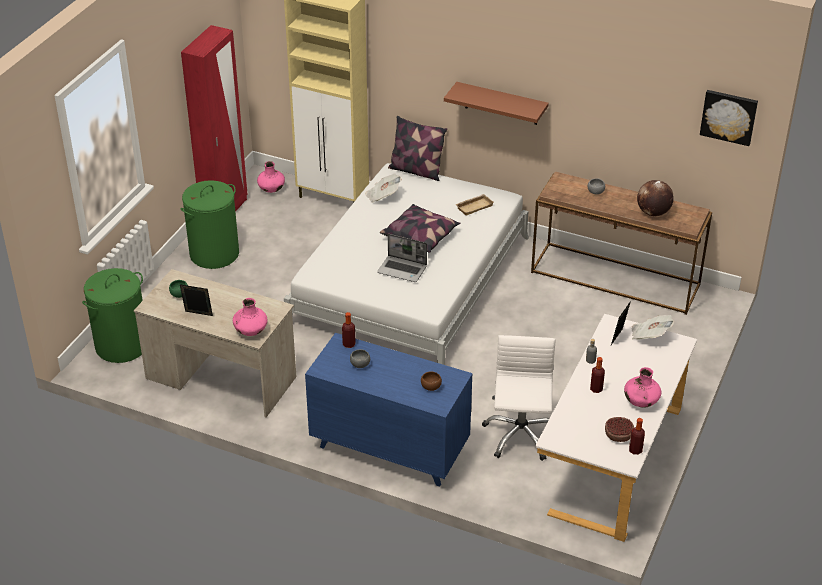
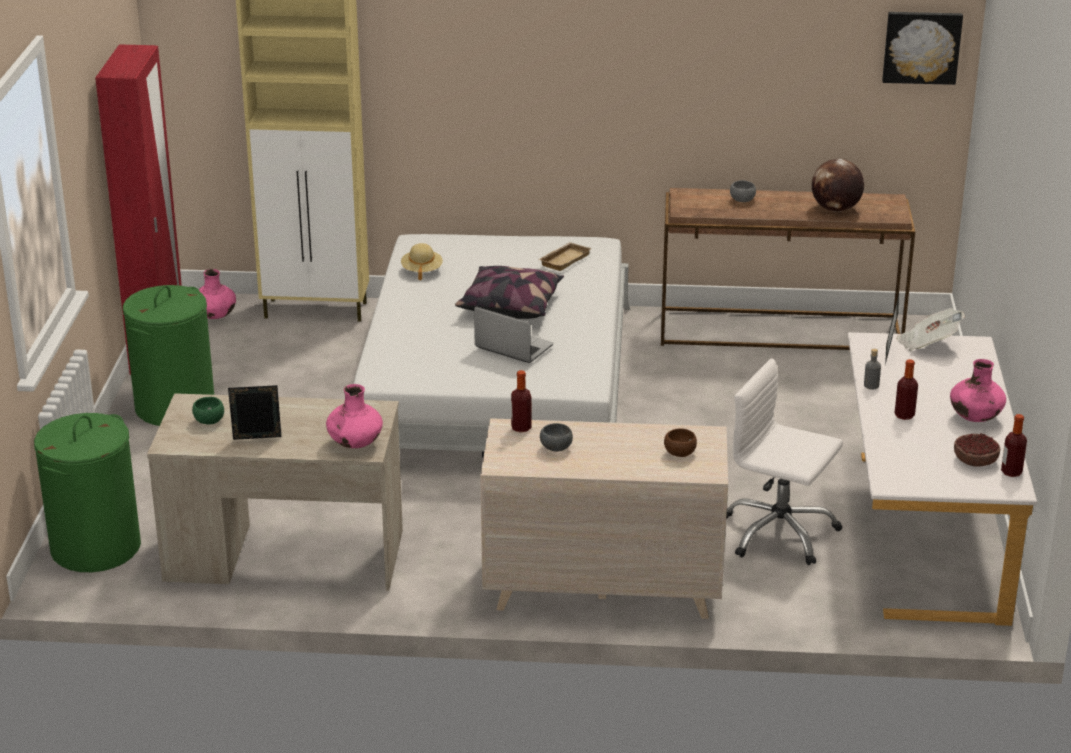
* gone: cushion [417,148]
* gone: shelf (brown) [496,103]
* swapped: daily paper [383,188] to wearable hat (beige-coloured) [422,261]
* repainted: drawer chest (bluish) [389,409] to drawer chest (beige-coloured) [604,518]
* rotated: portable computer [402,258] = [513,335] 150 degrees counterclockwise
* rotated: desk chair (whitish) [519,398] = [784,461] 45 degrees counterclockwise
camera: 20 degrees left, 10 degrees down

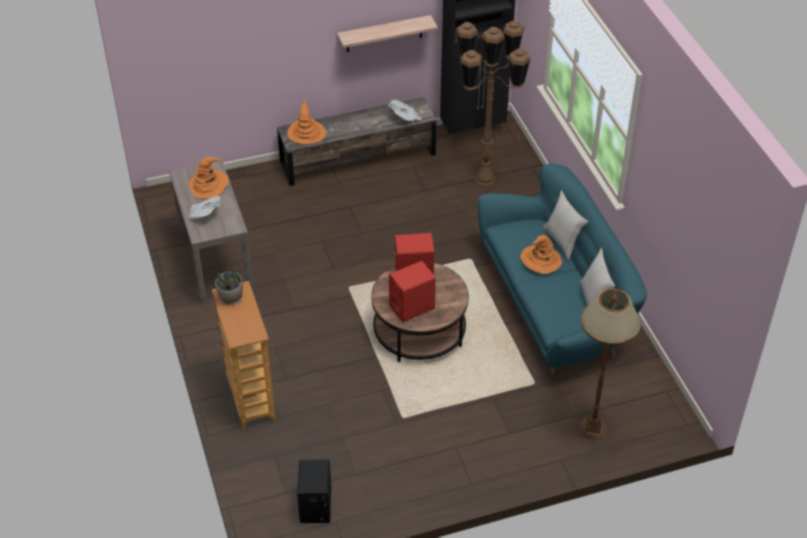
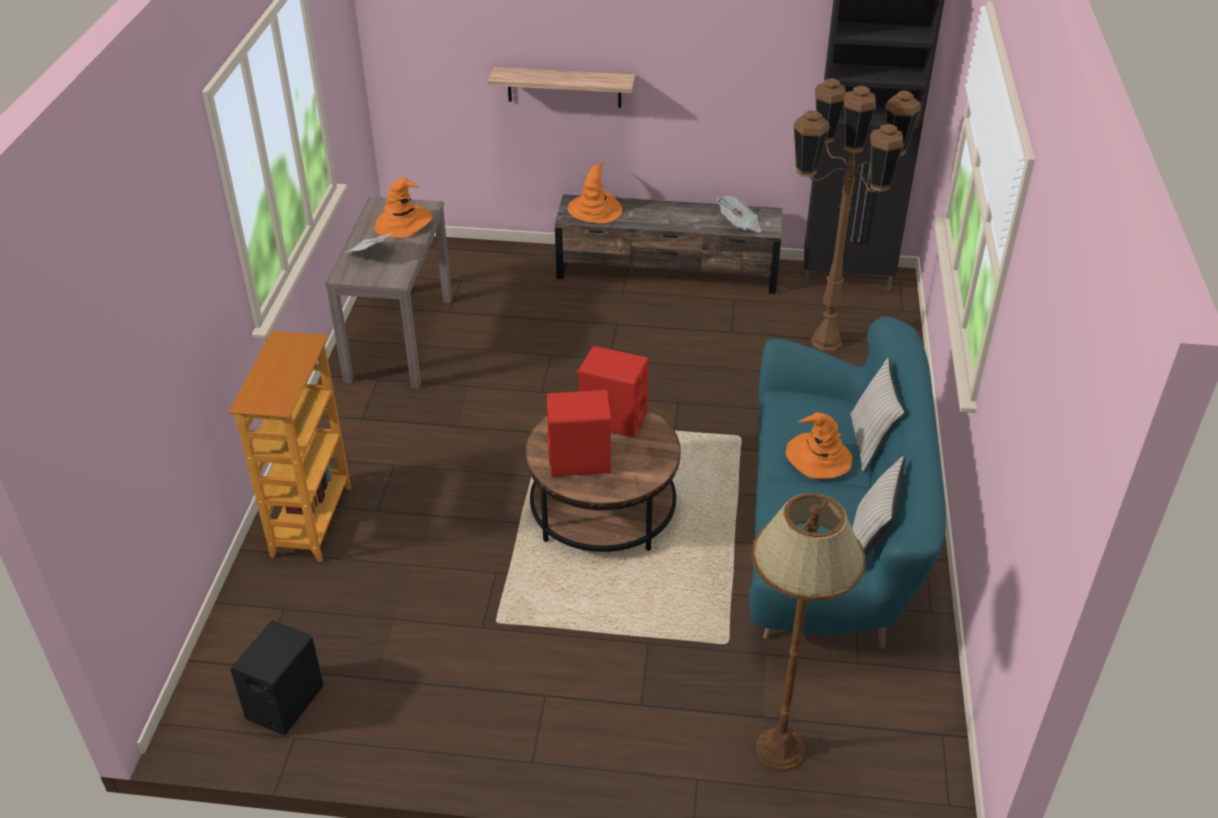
* gone: plant in a pot [229,286]
* shifted: shelf [387,33] to [561,87]
camera: 25 degrees right, 5 degrees down

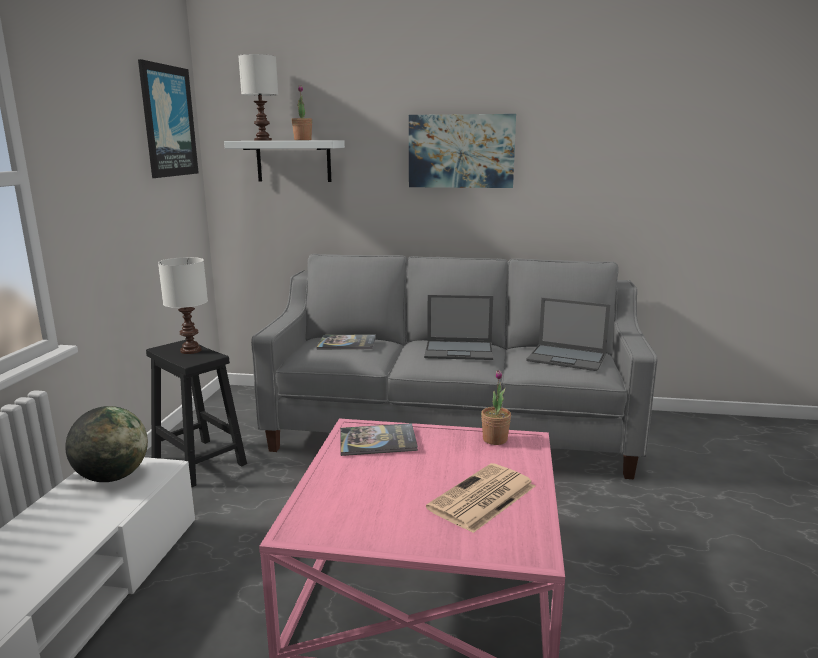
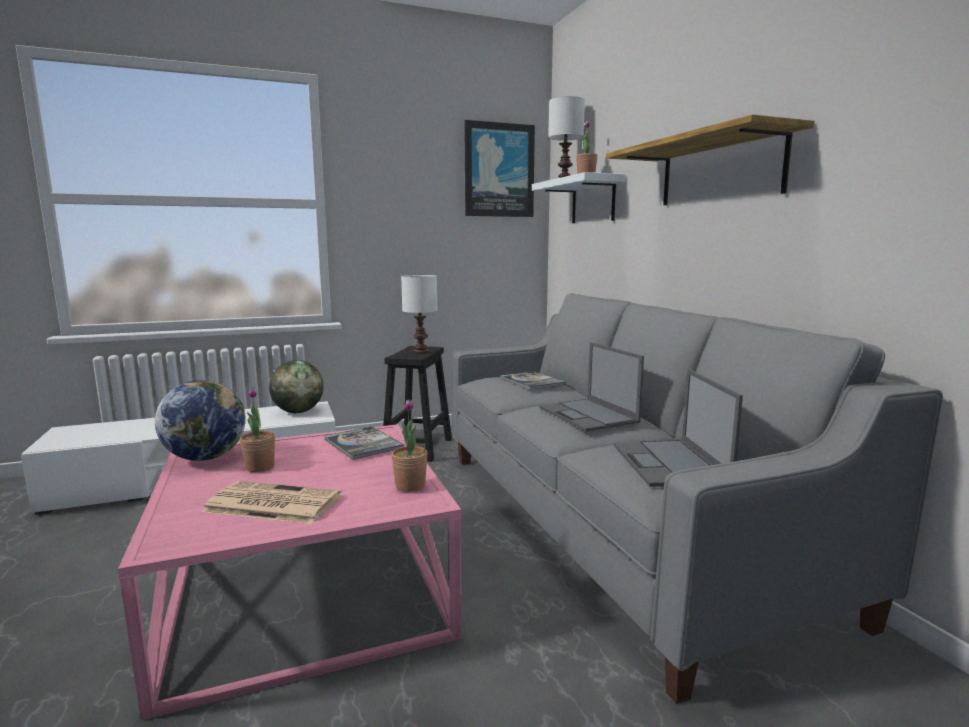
* new: world globe [200,420]
* new: plant in a pot [257,430]
* swapped: wall picture [462,151] to shelf [710,159]
camera: 60 degrees right, 5 degrees down

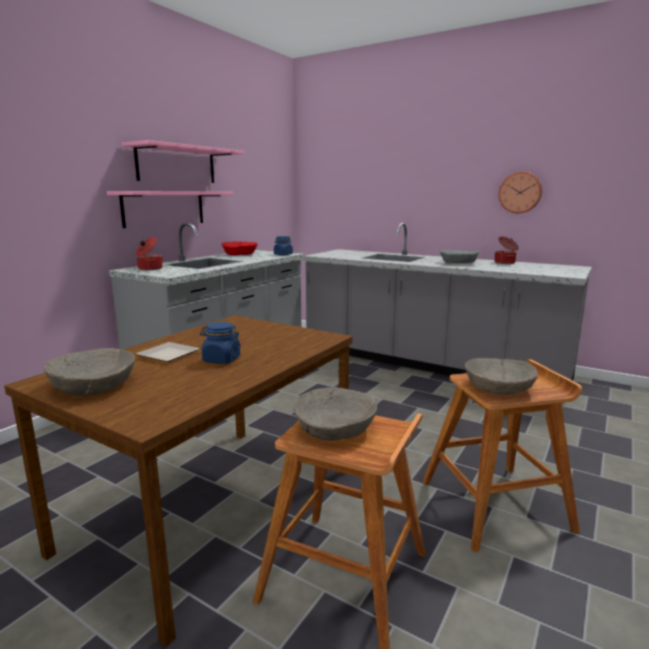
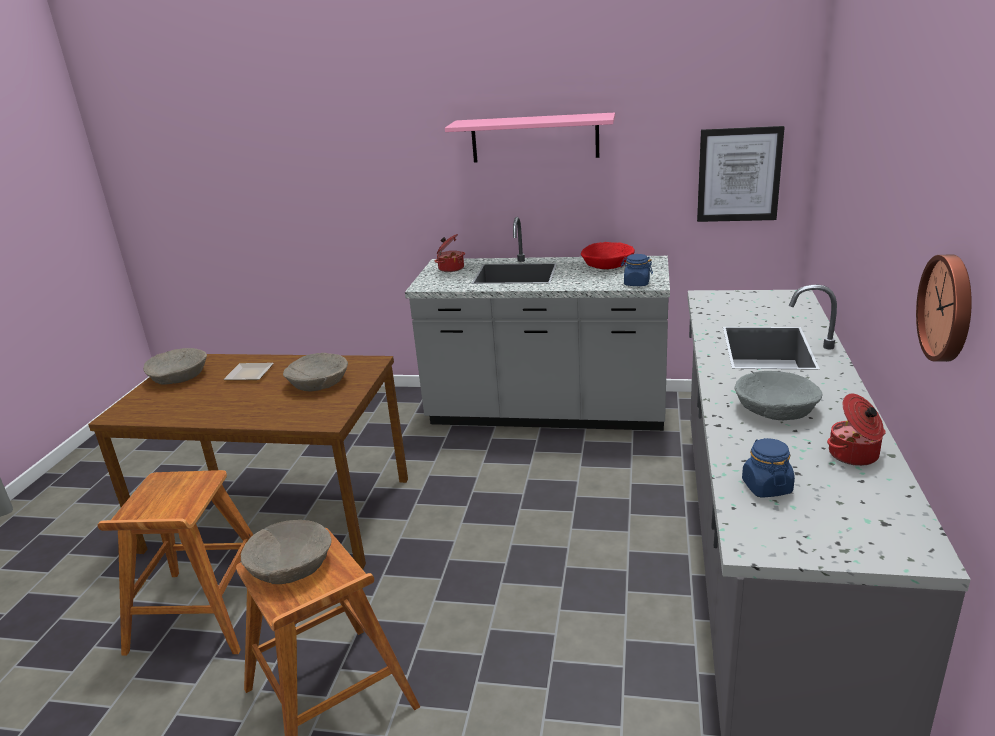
* gone: shelf (pinkish) [170,209]
* new: wall picture [741,174]
* shifted: jar (bluish) [220,343] to [768,468]
* shifted: serving bowl (beige-coloured) [335,414] to [315,372]
camera: 70 degrees right, 10 degrees up

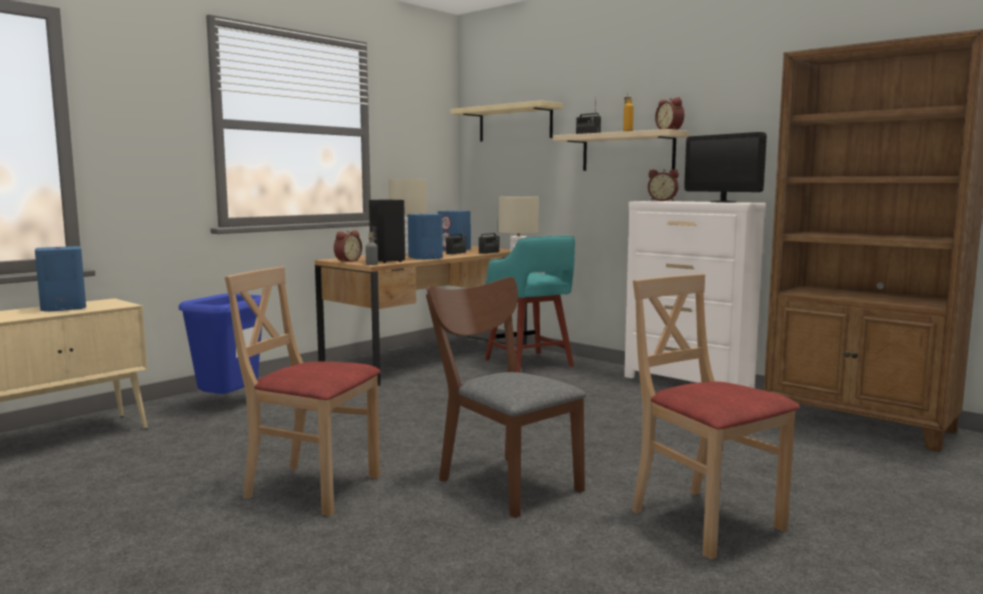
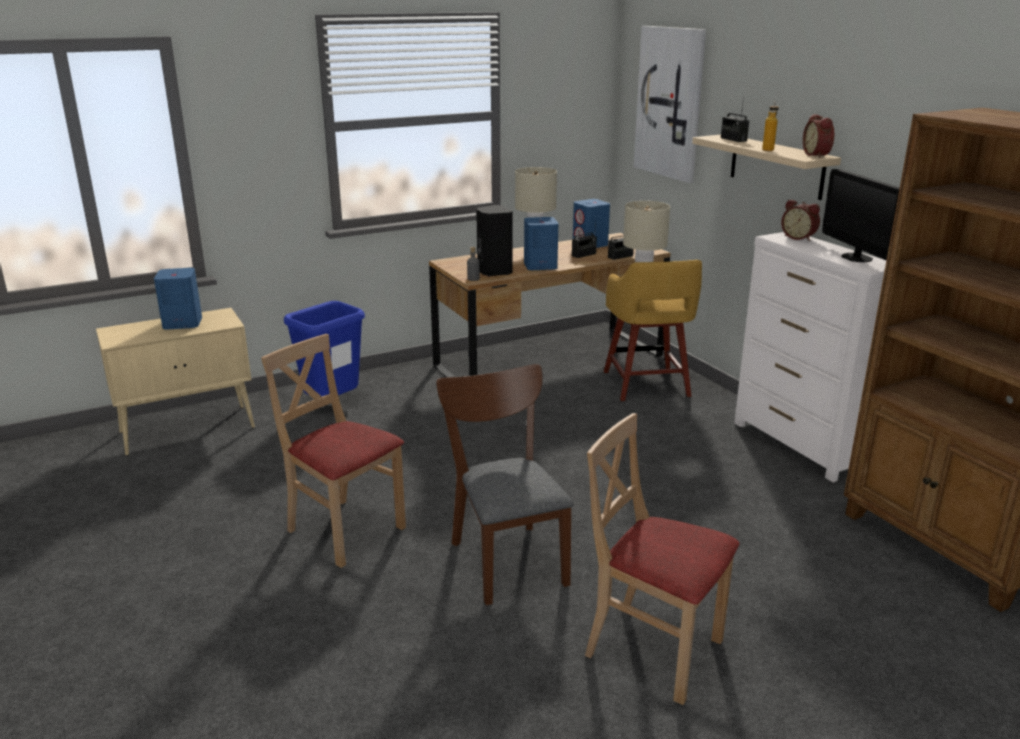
* gone: table clock [348,246]
* swapped: shelf (beige-coloured) [506,121] to wall picture [670,104]
* repainted: stool (turquoise) [530,304] to stool (yellow) [653,330]
* rotated: chair (beige-coloured) [716,416] = [662,559] 45 degrees counterclockwise
camera: 20 degrees right, 15 degrees up

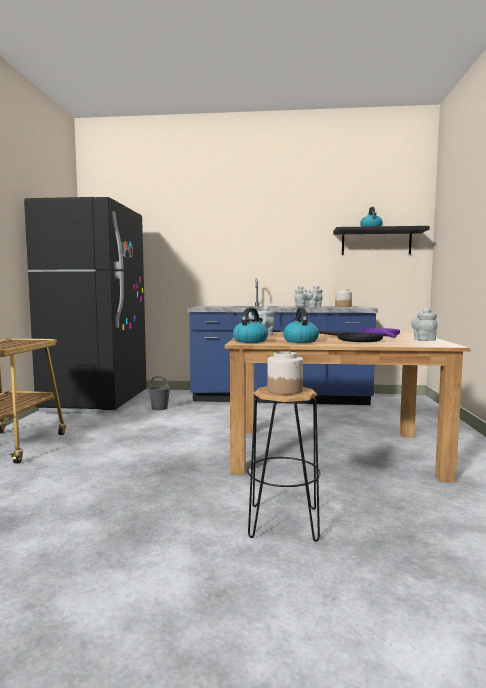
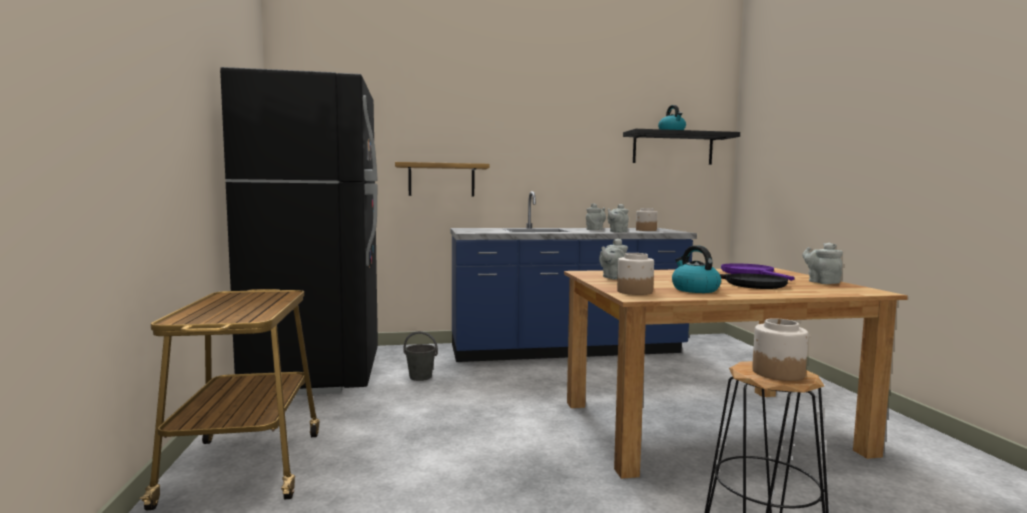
* new: shelf [442,179]
* swapped: tea kettle [250,325] to jar [635,274]
camera: 15 degrees left, 0 degrees up

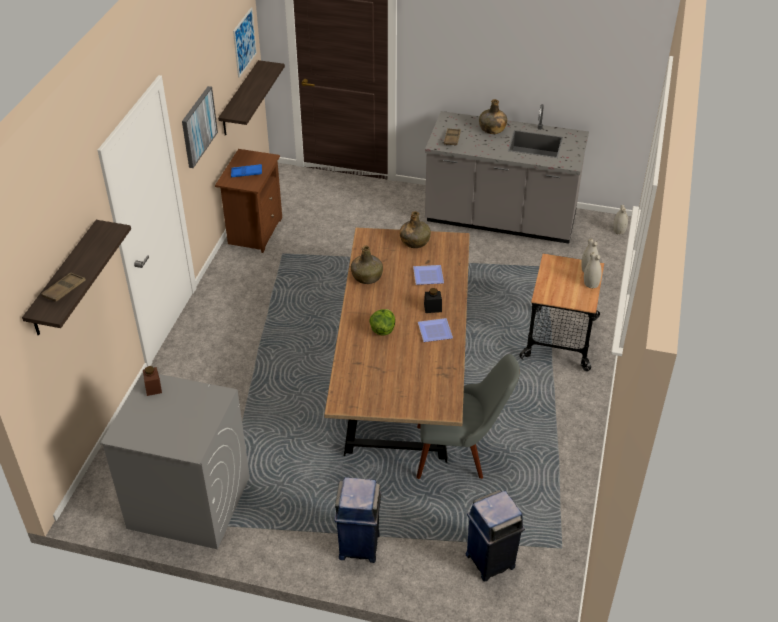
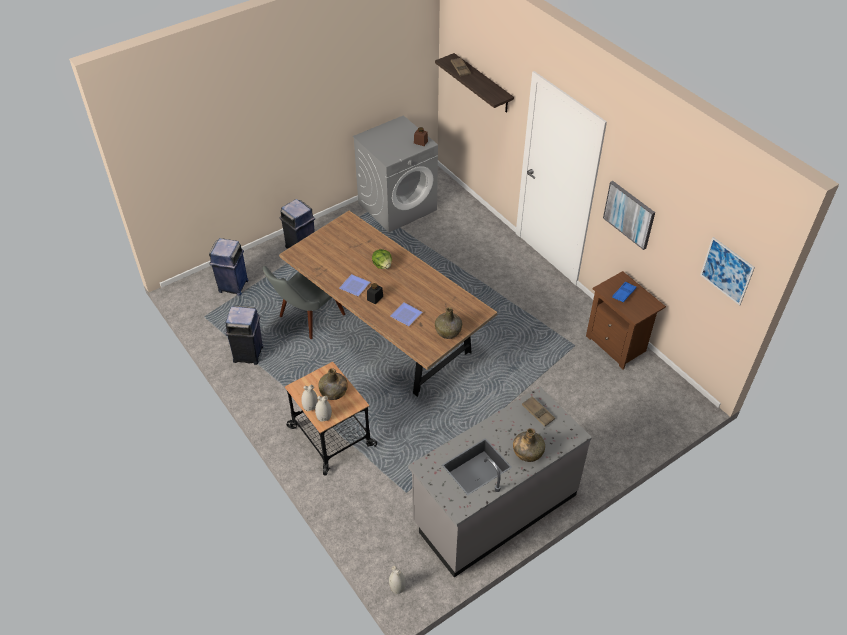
* gone: shelf [251,98]
* new: trash can (bluish) [244,335]
* shifted: bottle (green) [367,264] to [333,384]
camera: 130 degrees right, 5 degrees up

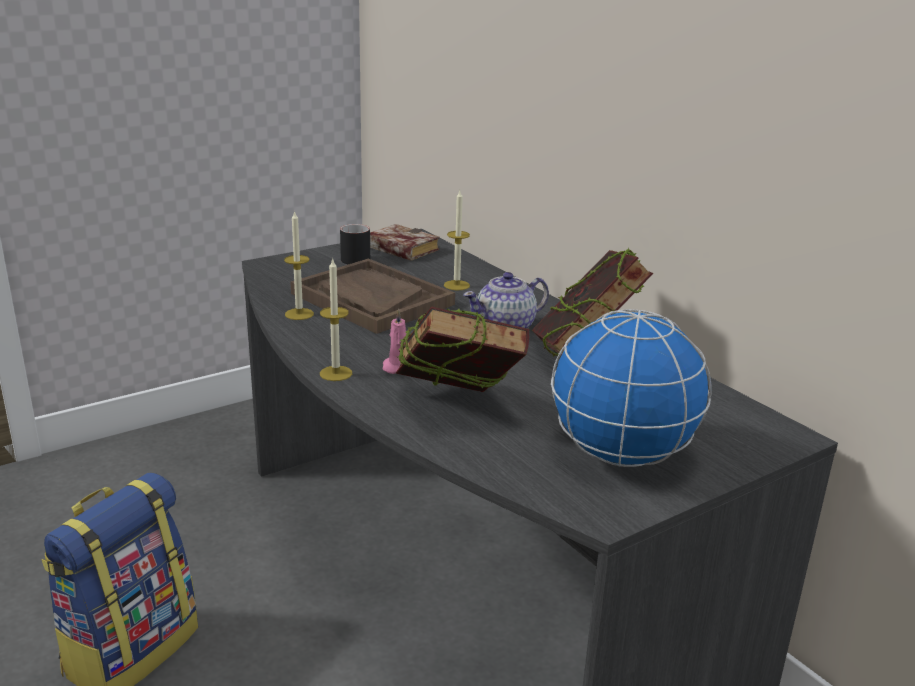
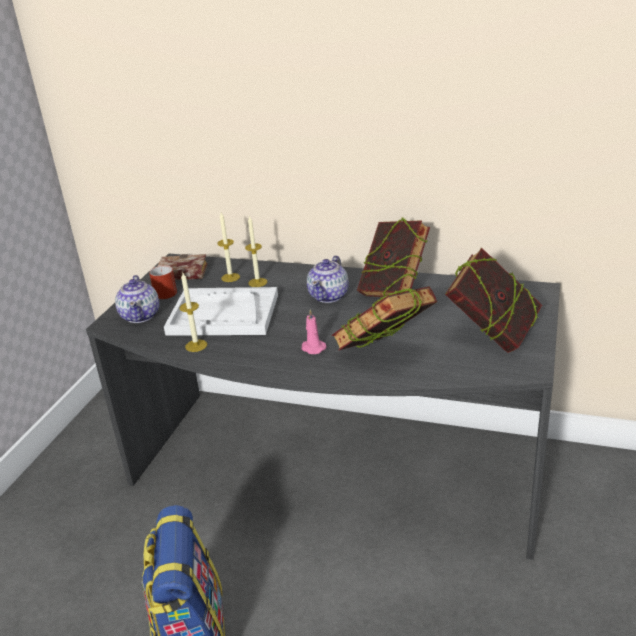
* new: tea pot [137,299]
* shifted: wax light [336,320] to [228,247]
* swapped: world globe [631,388] to book [493,300]
* repainted: serving tray (brown) [372,296] to serving tray (whitish) [221,311]
* repainted: coffee mug (blackish) [355,244] to coffee mug (red) [163,282]
camera: 35 degrees left, 5 degrees up

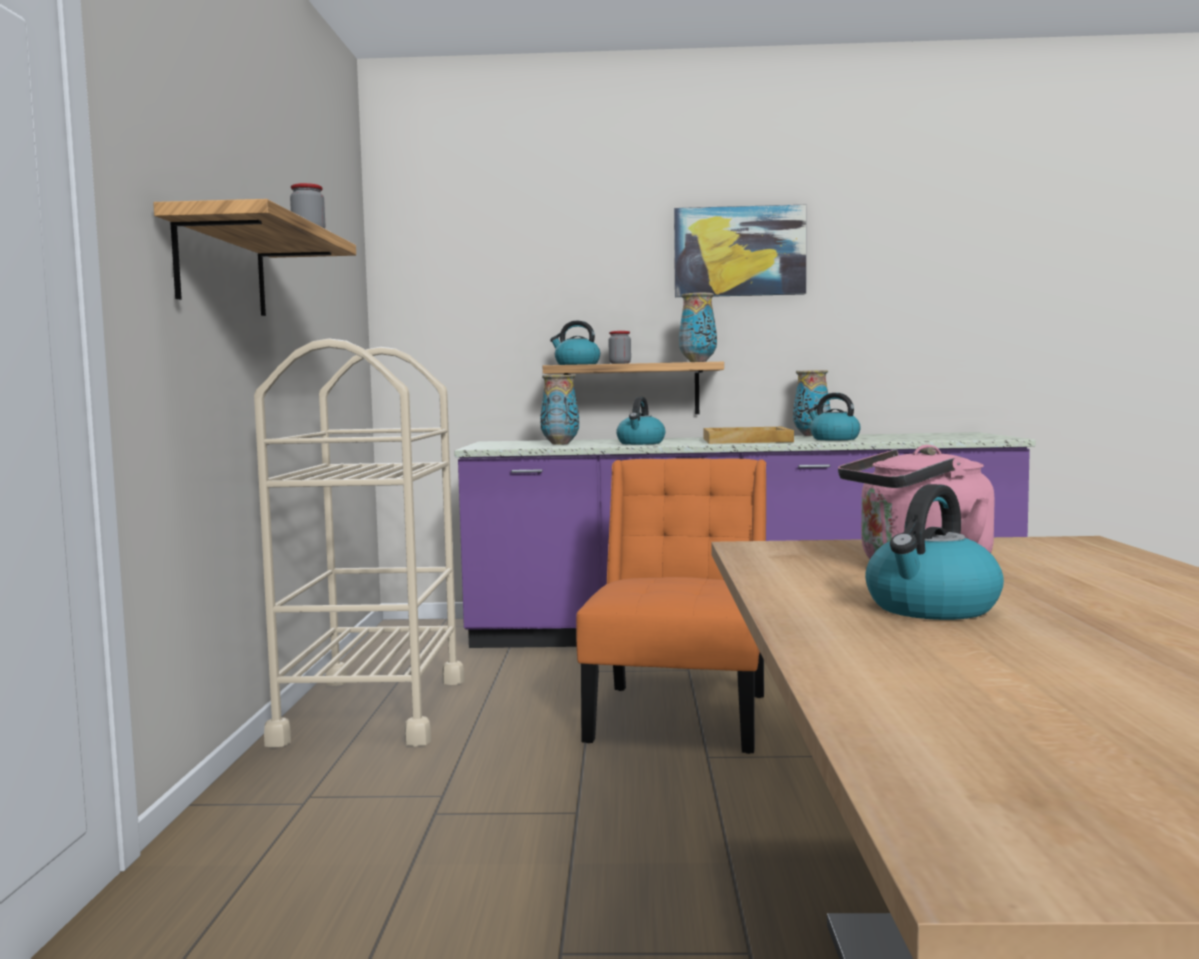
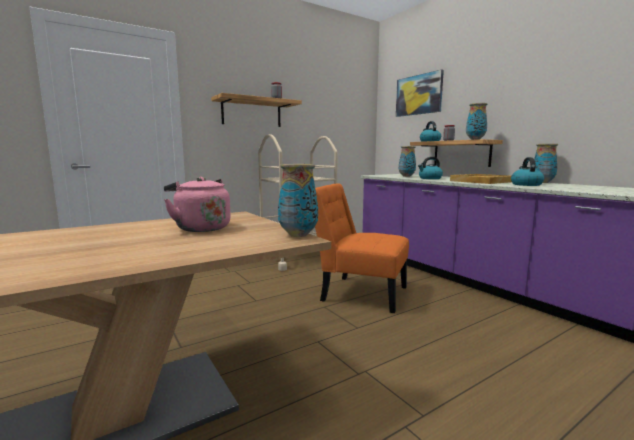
* gone: tea kettle [934,552]
* new: decorative vase [298,200]
* shifted: wall picture [740,251] to [420,93]
* rotated: chair (orange-coloured) [671,606] = [362,248] 135 degrees counterclockwise
camera: 55 degrees right, 5 degrees up

